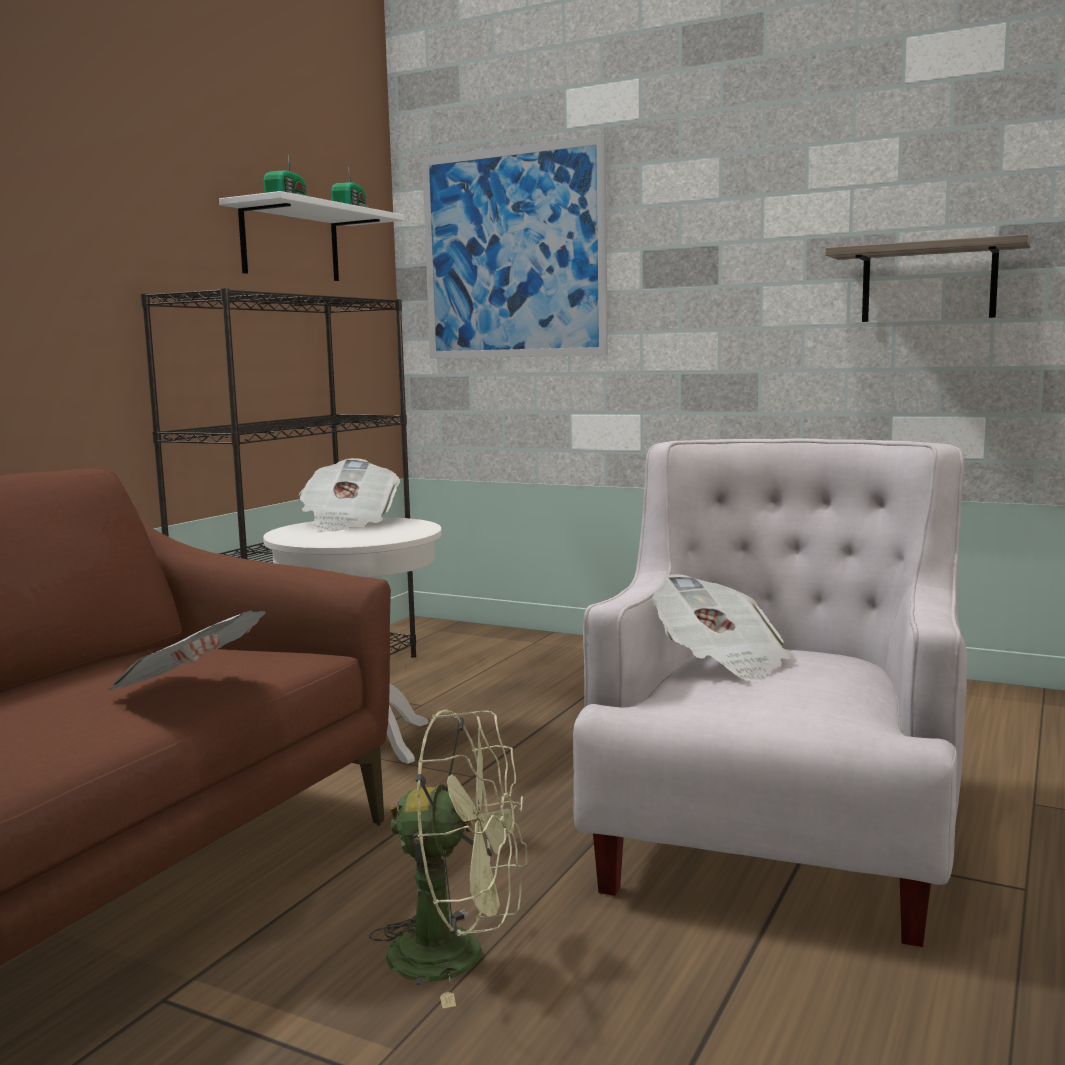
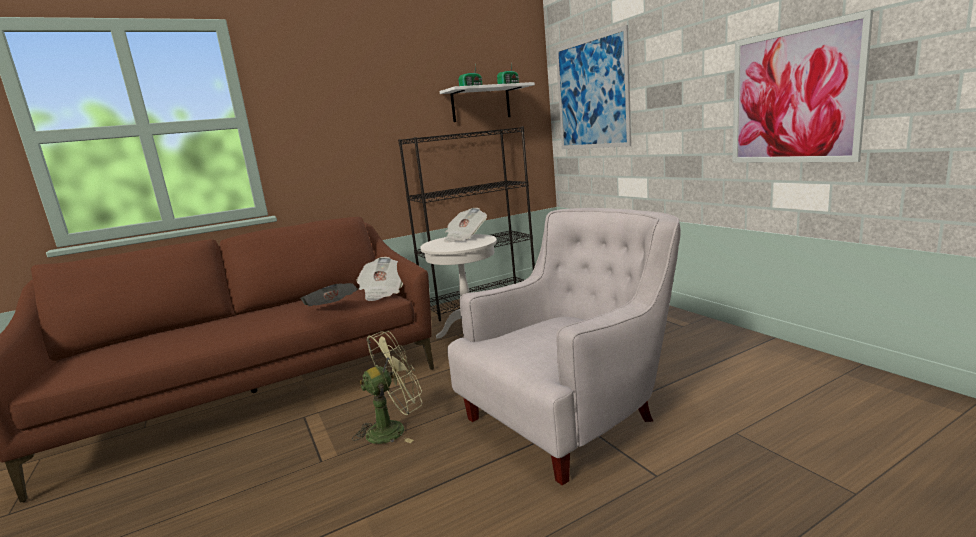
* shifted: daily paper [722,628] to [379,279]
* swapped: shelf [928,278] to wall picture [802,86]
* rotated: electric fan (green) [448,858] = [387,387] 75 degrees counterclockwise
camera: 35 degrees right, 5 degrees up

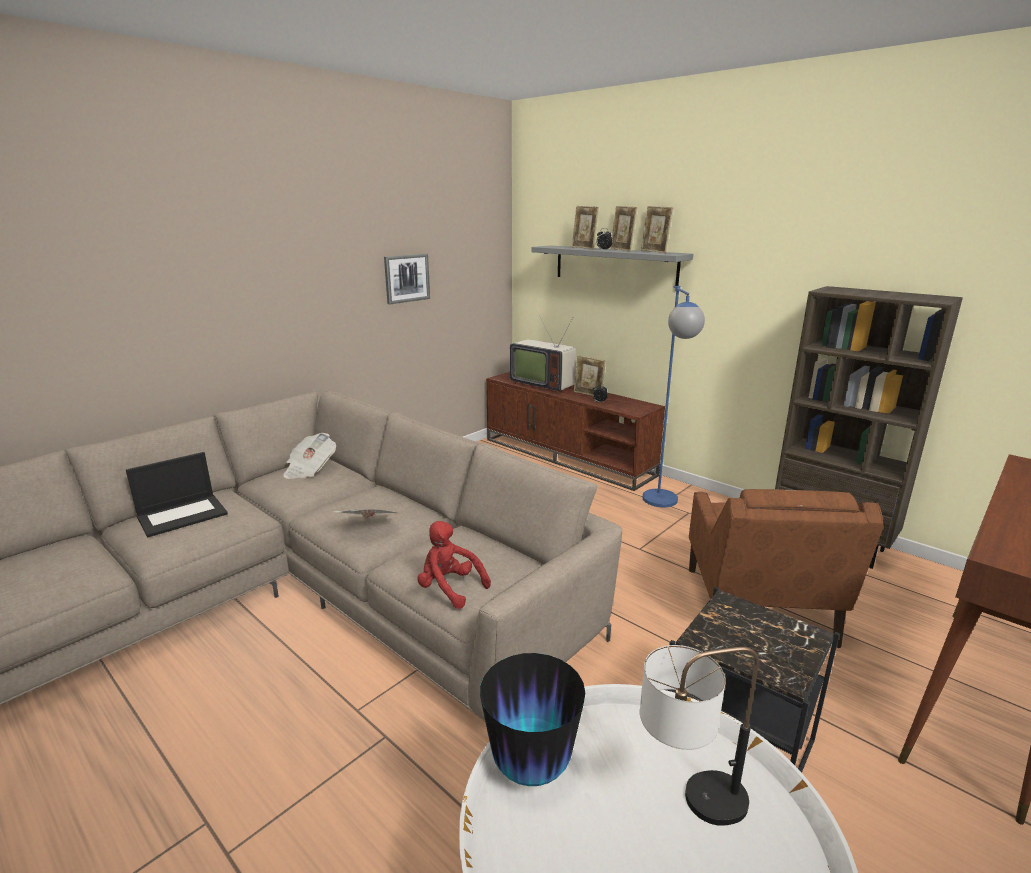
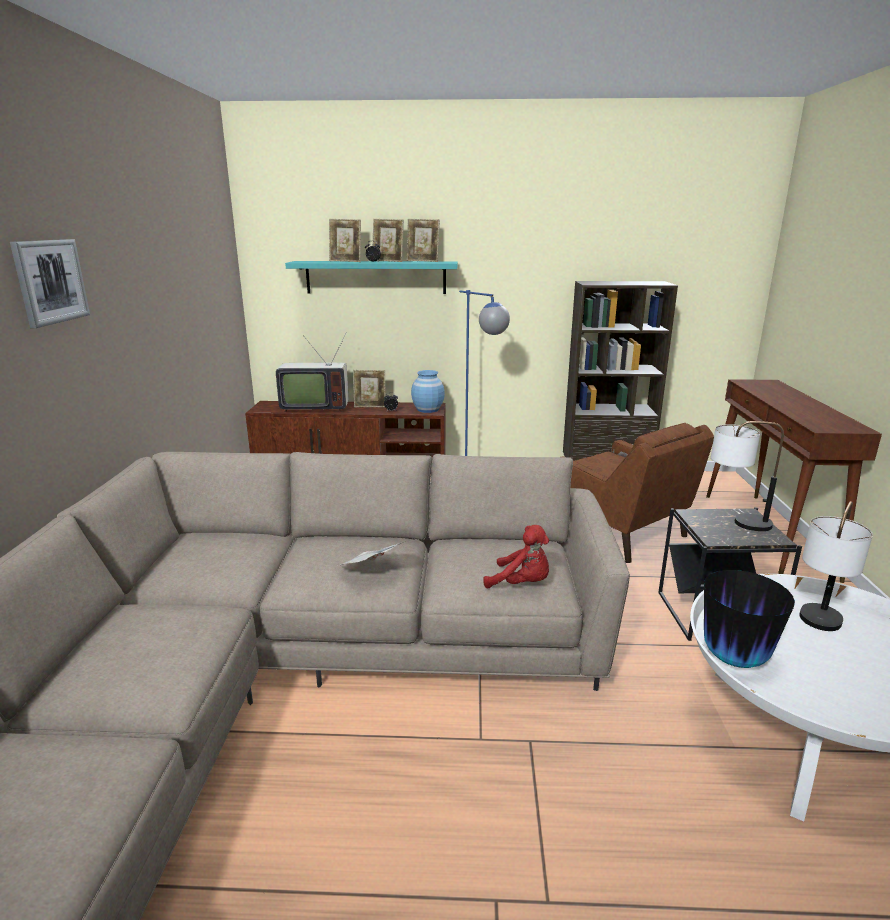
* gone: portable computer [177,494]
* gone: daily paper [309,456]
* new: decorative vase (bluish) [428,391]
* new: tabletop lamp [747,476]
* shifted: wall picture [407,279] to [50,283]
* repainted: shelf (greyish) [612,265] to shelf (turquoise) [371,277]
* rotated: soft toy (red) [454,565] = [516,556] 150 degrees counterclockwise
camera: 40 degrees left, 0 degrees up

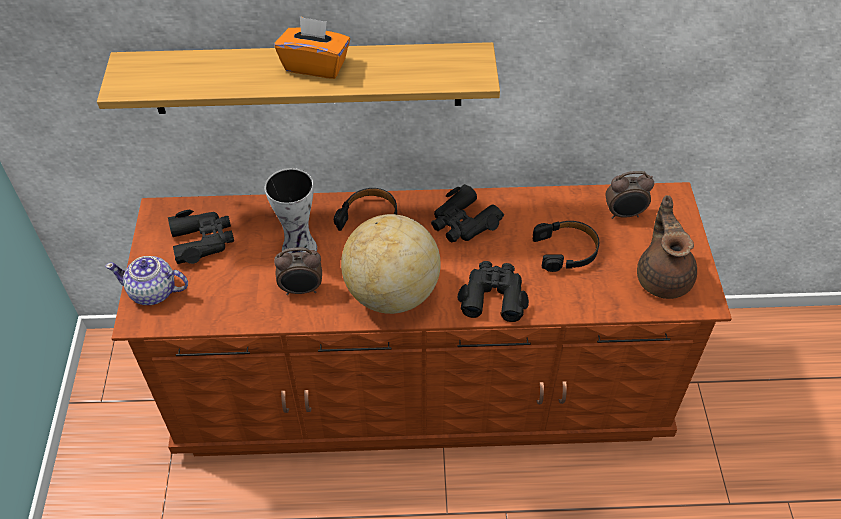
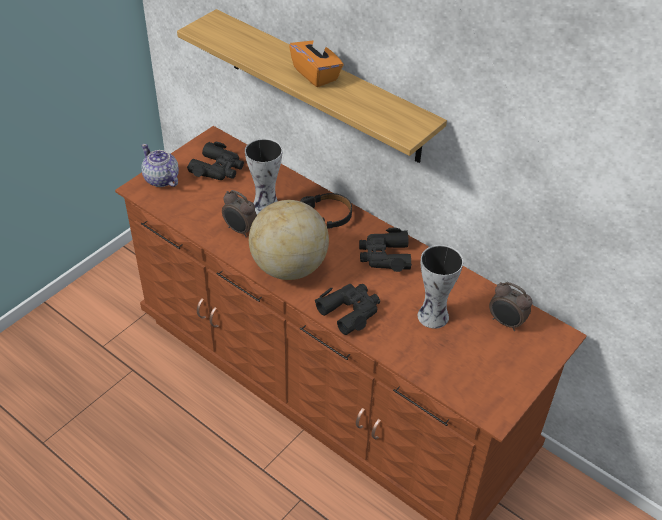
* gone: tea pot (brown) [667,247]
* swapped: headset (blackish) [566,246] to decorative vase [440,287]
camera: 40 degrees right, 5 degrees down

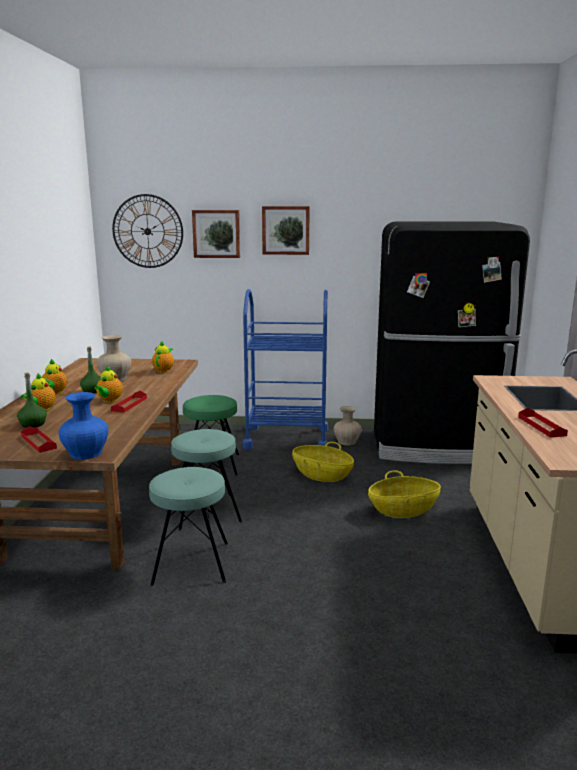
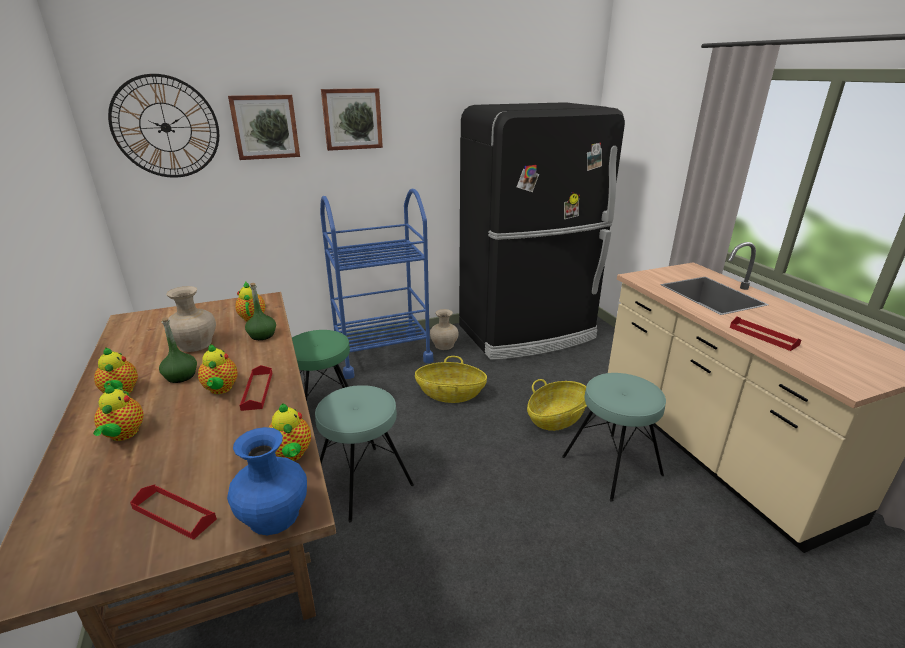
* new: tea pot [290,432]
* shifted: bottle (green) [32,400] to [260,311]
* shifted: stool (turquoise) [188,526] to [614,437]
camera: 25 degrees left, 10 degrees up

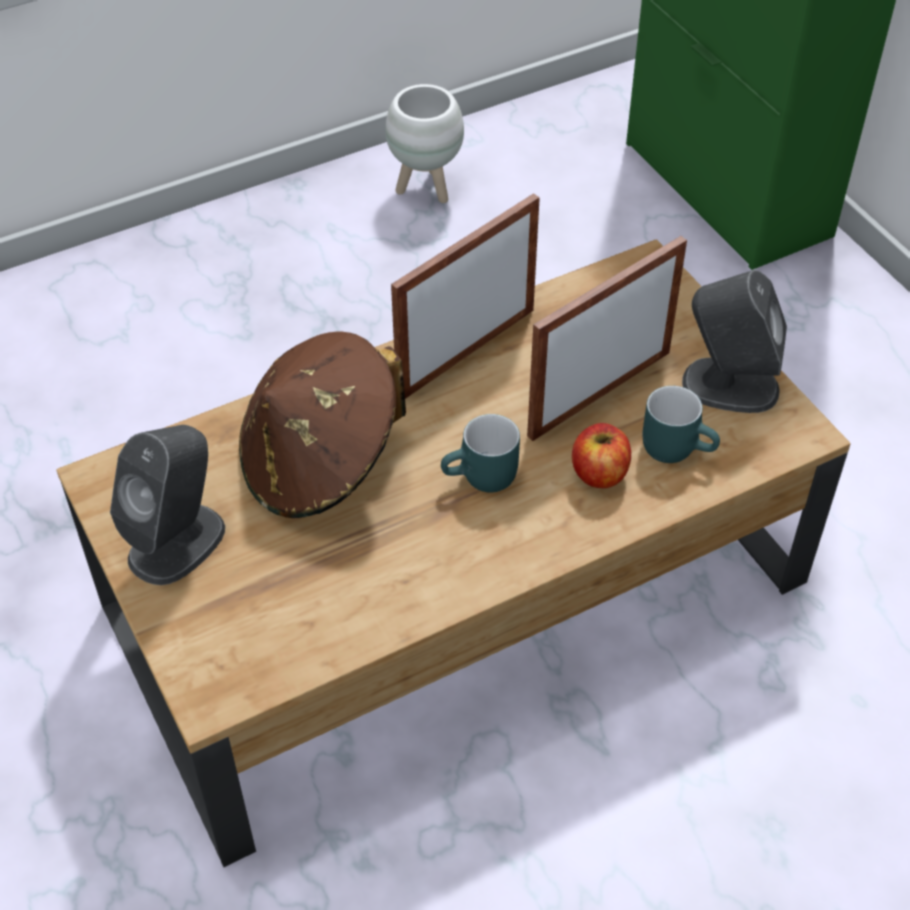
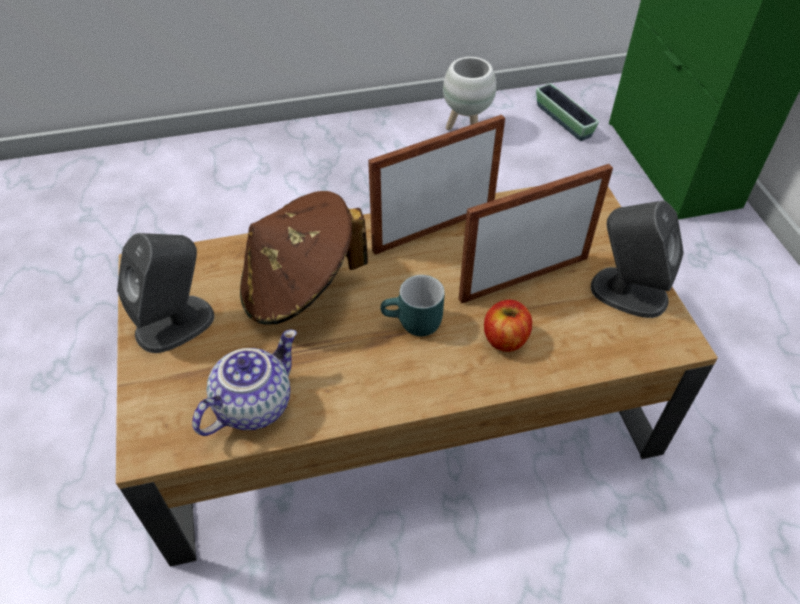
* gone: coffee mug (turquoise) [681,424]
* new: tea pot [244,382]
* new: plant pot [567,112]
camera: 15 degrees right, 0 degrees up

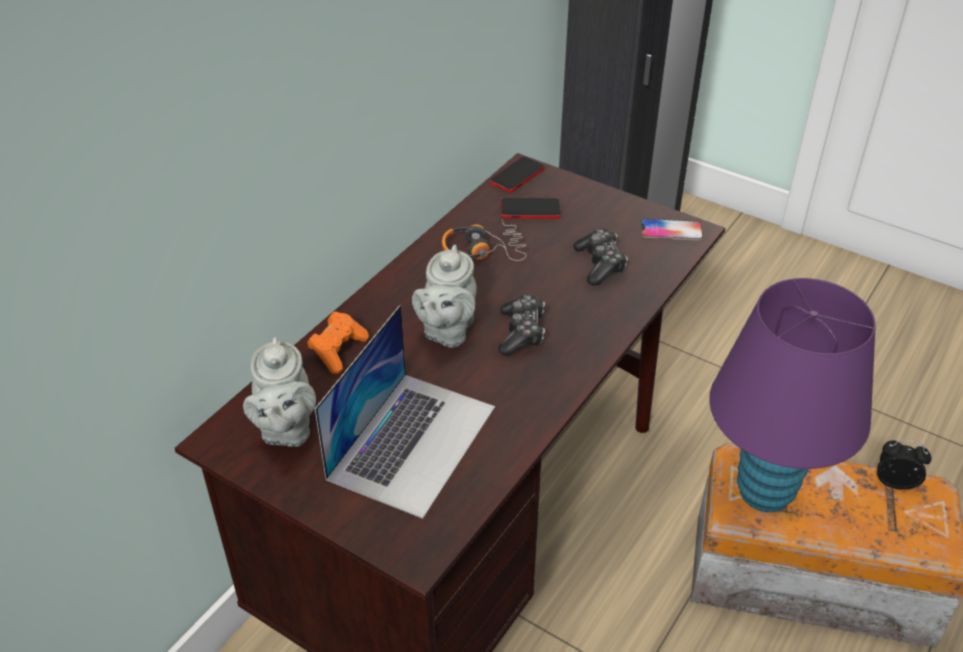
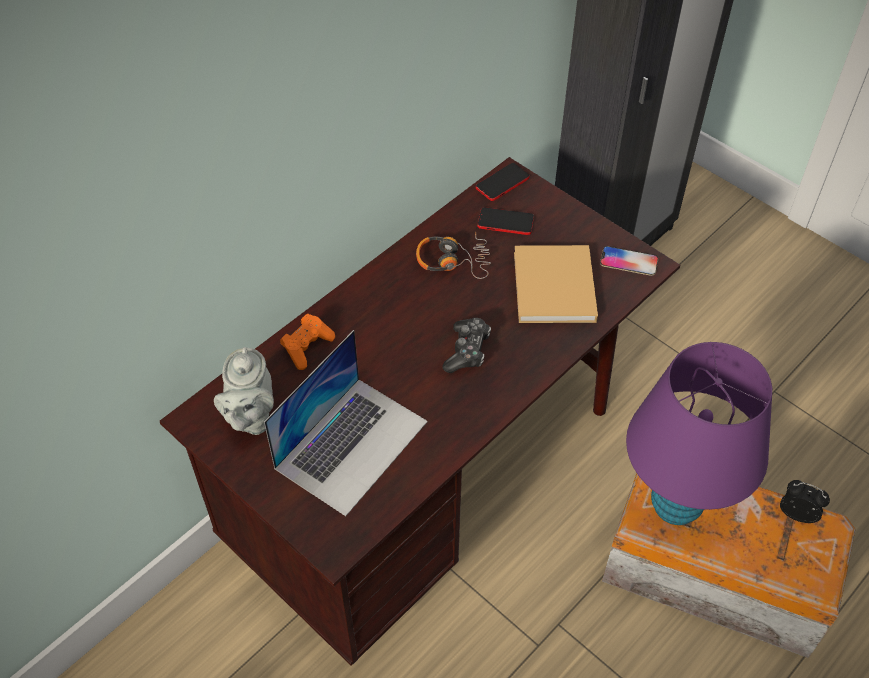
* gone: tea pot (greyish) [444,296]
* swapped: game controller [600,257] to book (beige-coloured) [556,284]
camera: 10 degrees right, 10 degrees up

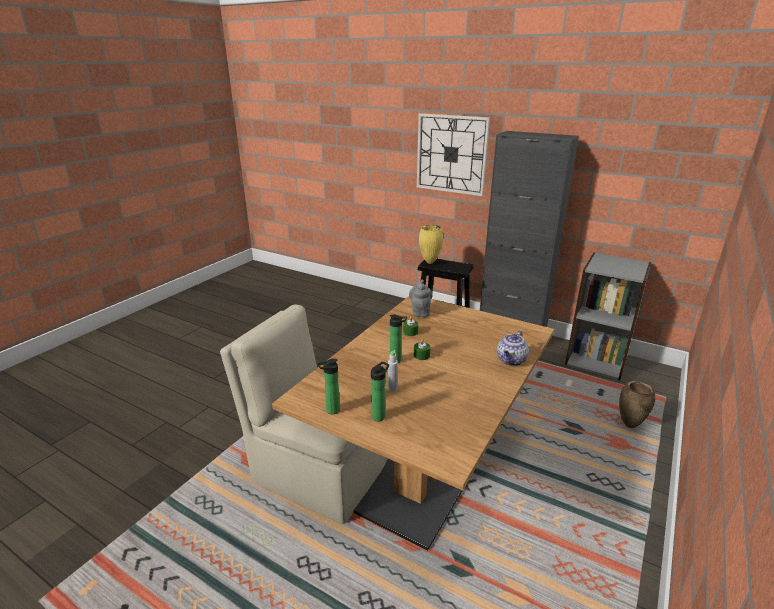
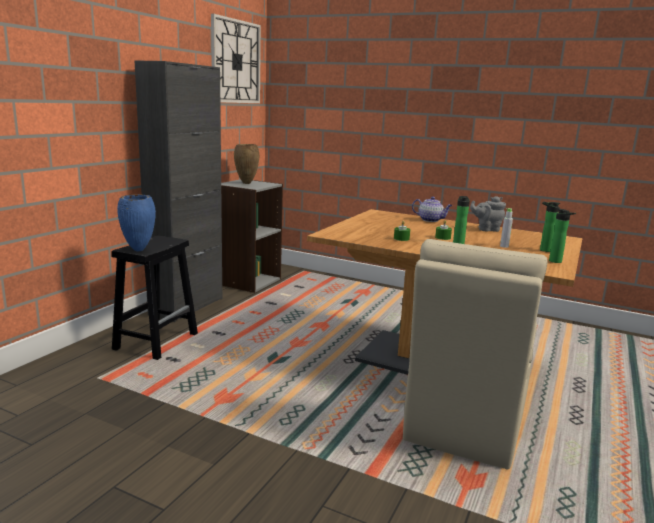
* shifted: tea pot (greyish) [421,298] to [488,214]
* shifted: clock on the wall [453,154] to [236,58]
* shifted: decorative vase (brown) [637,404] to [246,164]
* repainted: decorative vase (yellow) [431,244] to decorative vase (bluish) [136,223]
camera: 95 degrees left, 10 degrees down

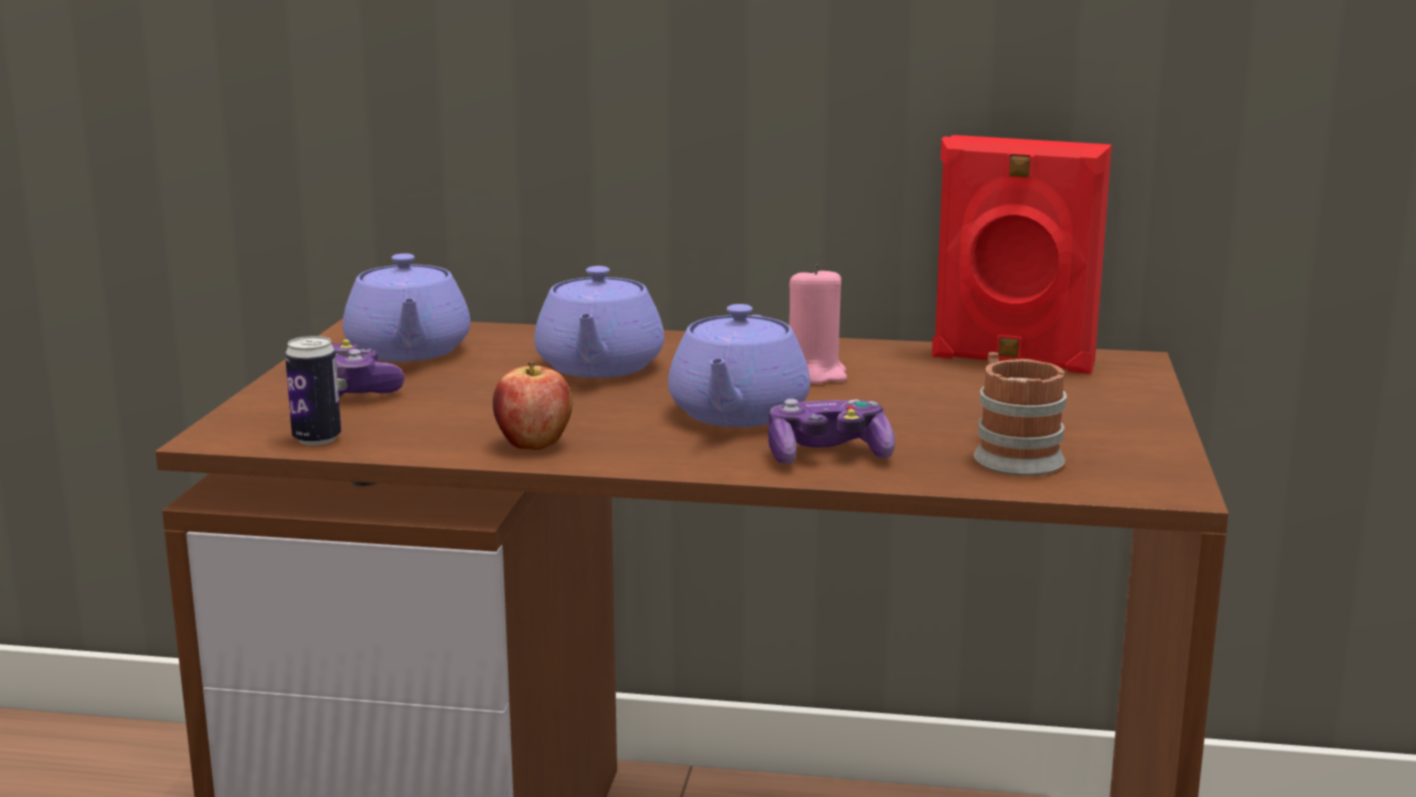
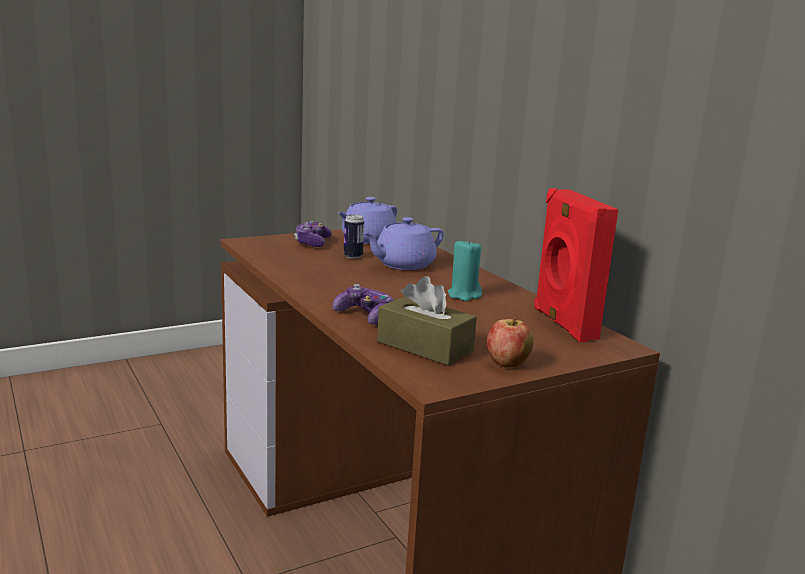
* gone: tea pot (purple-coloured) [739,365]
* shifted: can [313,391] to [354,237]
* shifted: whole apple [533,406] to [510,342]
* swapped: coffee mug [1020,414] to tissue box (brown) [427,321]
* repainted: wax light (pinkish) [818,324] to wax light (turquoise) [465,269]
camera: 50 degrees right, 0 degrees up

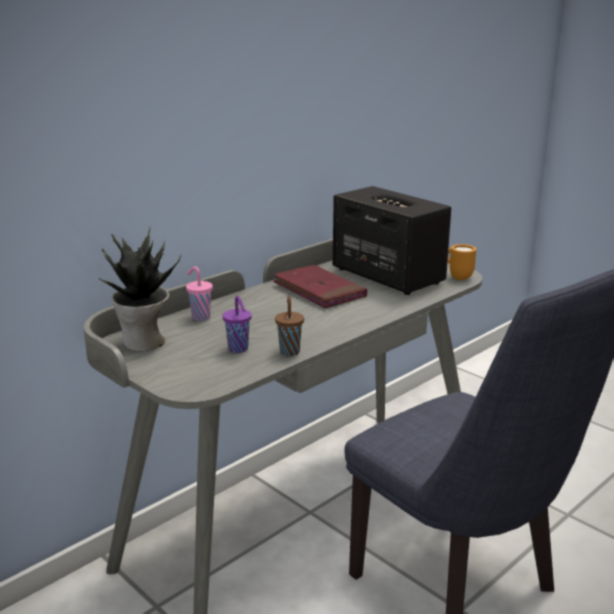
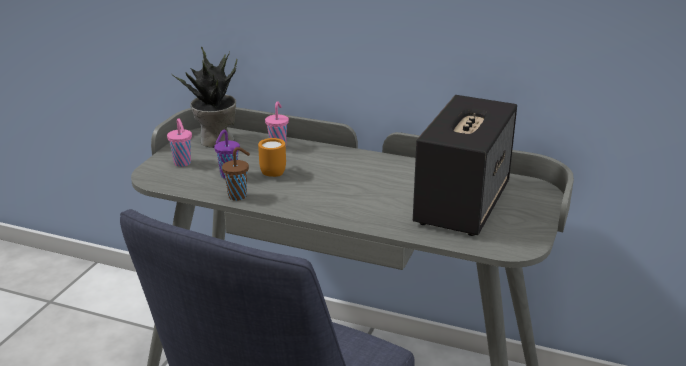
* gone: book (red) [320,286]
* new: cup (pinkish) [179,142]
* shifted: coffee mug (orange-coloured) [461,262] to [272,157]
camera: 65 degrees right, 5 degrees up

